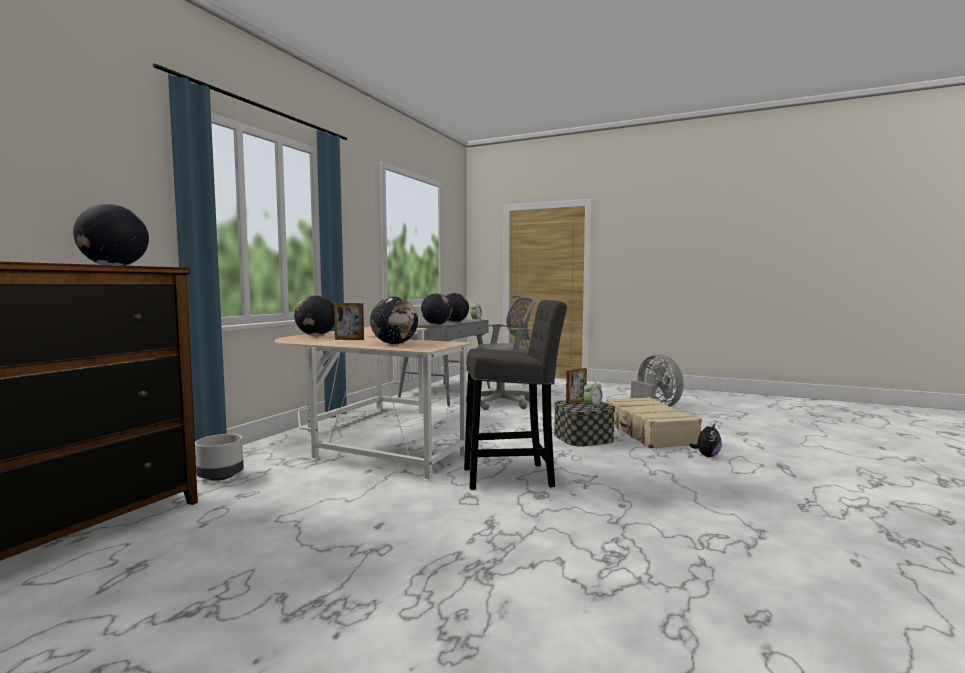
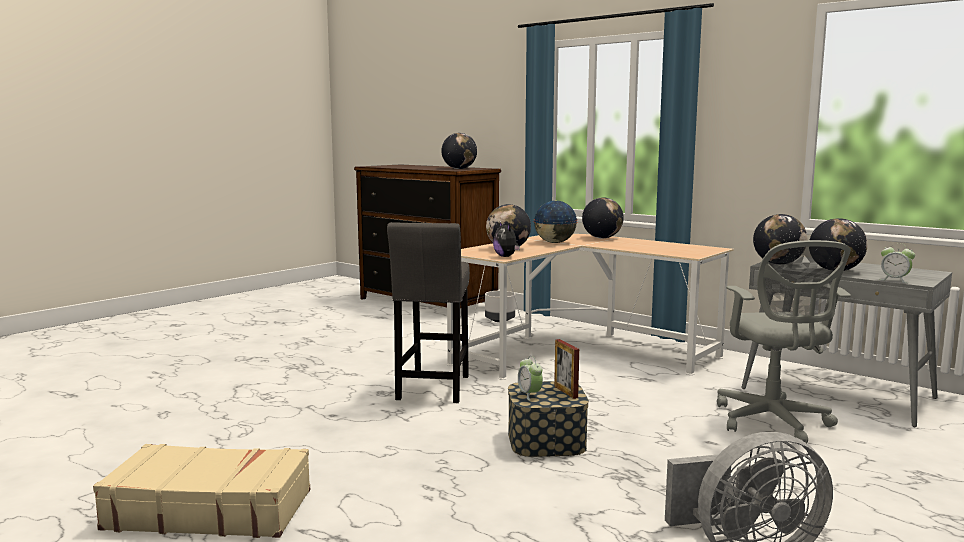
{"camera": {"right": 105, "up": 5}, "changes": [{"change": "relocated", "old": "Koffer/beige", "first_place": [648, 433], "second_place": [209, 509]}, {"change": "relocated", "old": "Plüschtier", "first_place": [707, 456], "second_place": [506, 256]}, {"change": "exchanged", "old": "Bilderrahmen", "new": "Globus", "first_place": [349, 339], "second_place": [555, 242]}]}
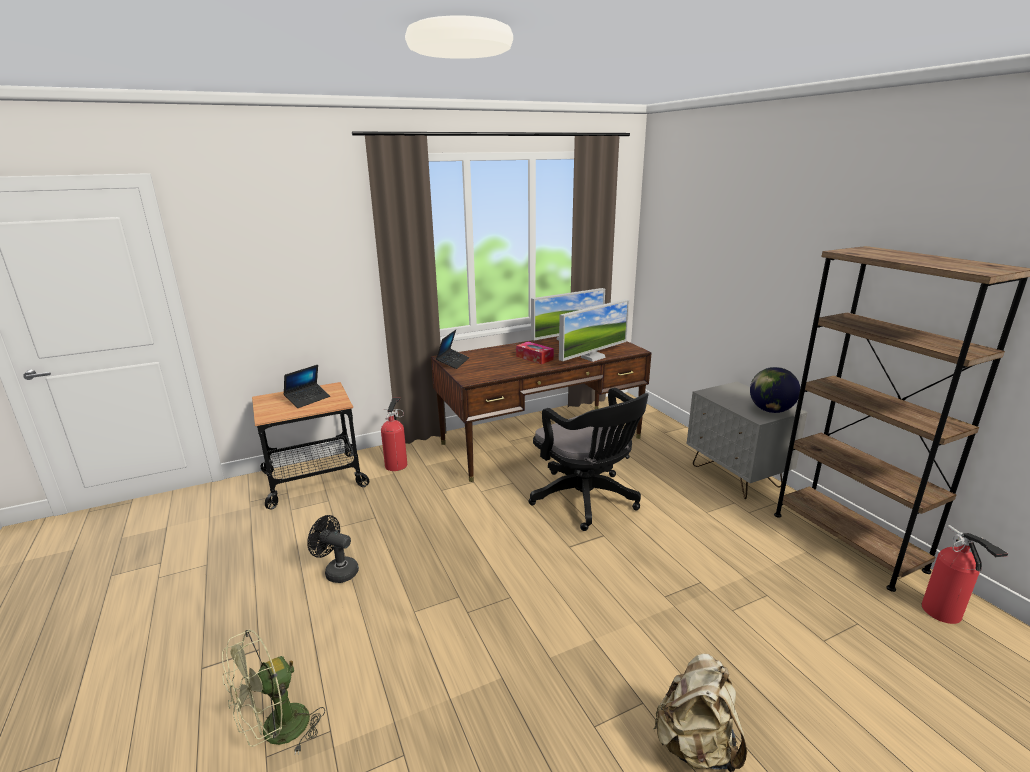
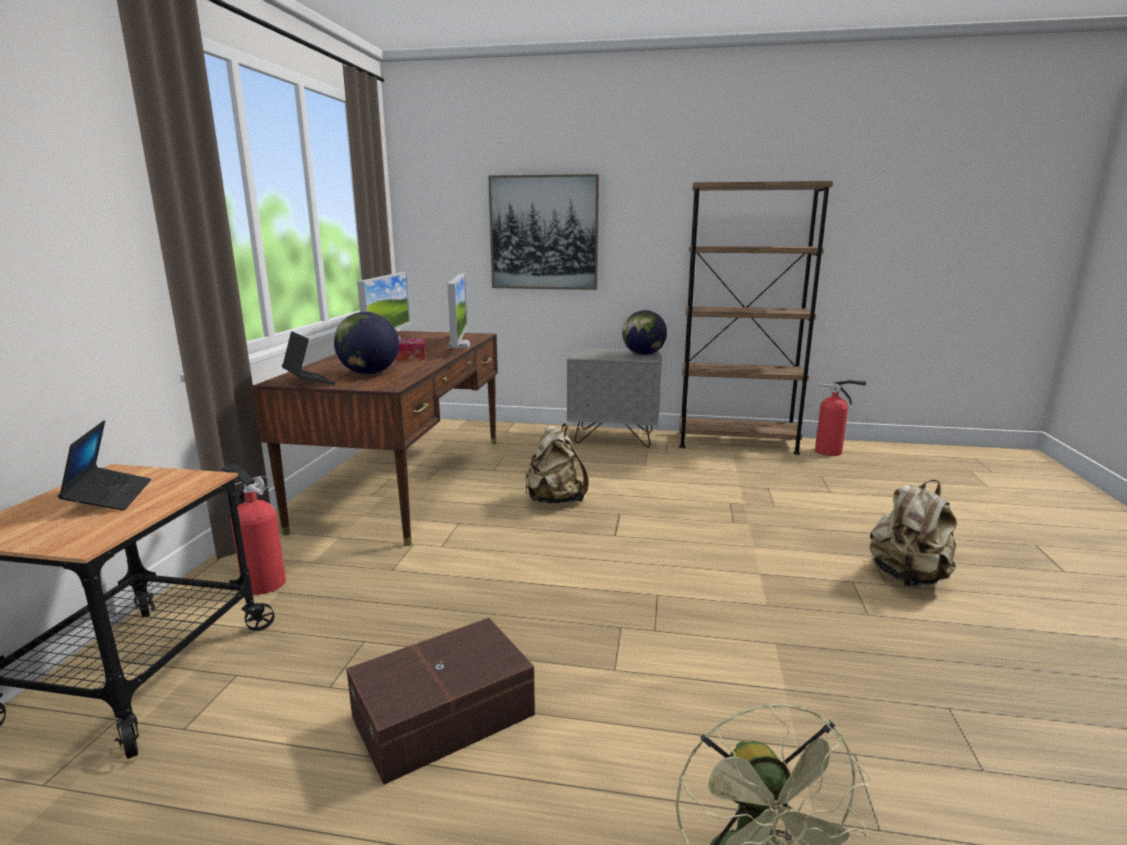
{"camera": {"right": -55, "up": -5}, "changes": [{"change": "appeared", "new": "Globus", "second_place": [369, 373]}, {"change": "exchanged", "old": "Ventilator/schwarz", "new": "Aufbewahrungsbox/braun", "first_place": [337, 571], "second_place": [446, 717]}, {"change": "appeared", "new": "Bild", "second_place": [544, 233]}, {"change": "exchanged", "old": "Bürostuhl/schwarz", "new": "Rucksack/beige", "first_place": [587, 500], "second_place": [555, 500]}]}
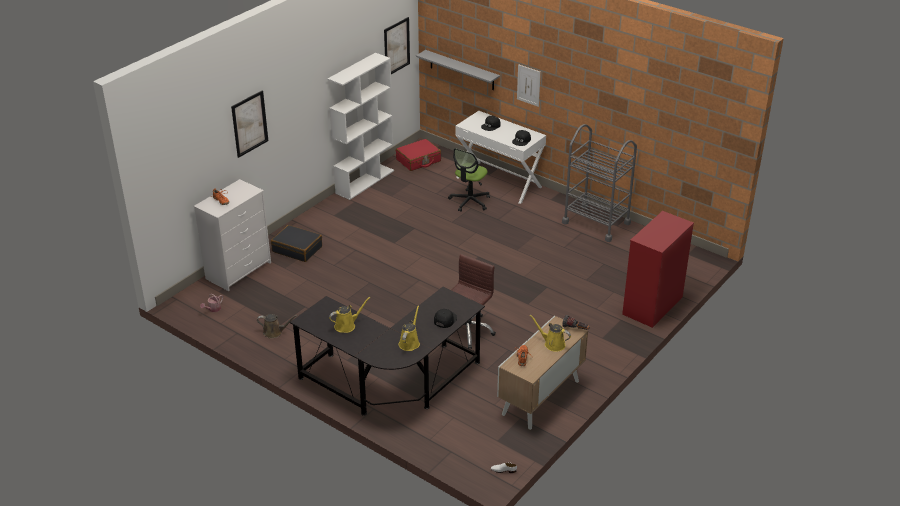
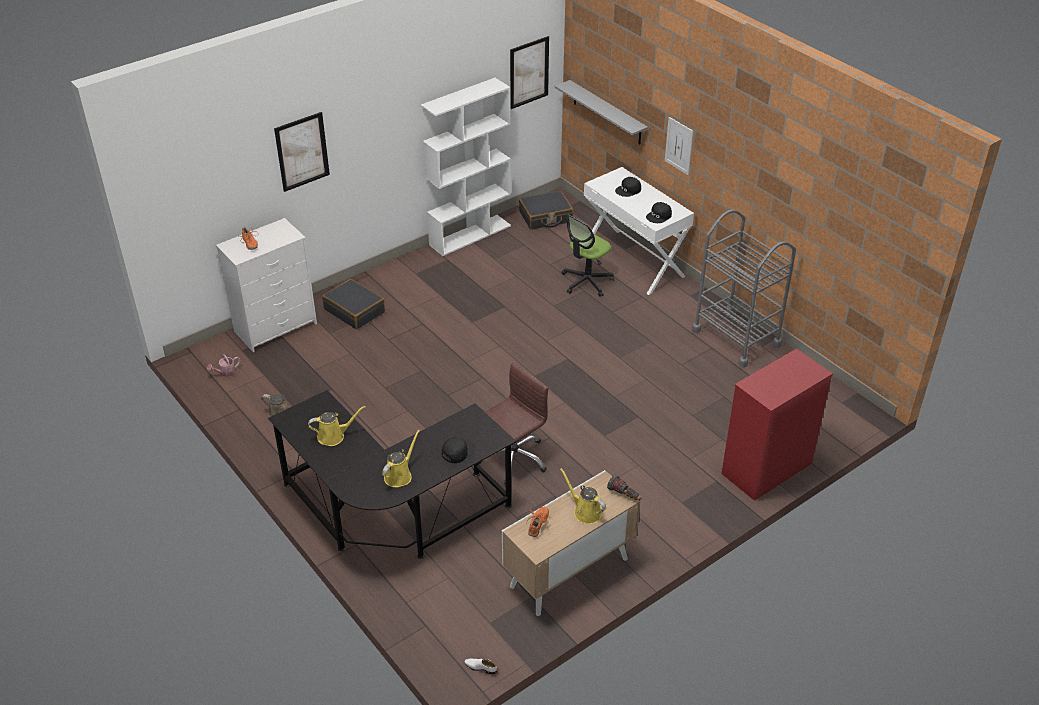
{"camera": {"right": 15, "up": 5}, "changes": [{"change": "colour", "old": "Koffer/rot", "new": "Koffer/schwarz", "first_place": [418, 160], "second_place": [545, 217]}]}
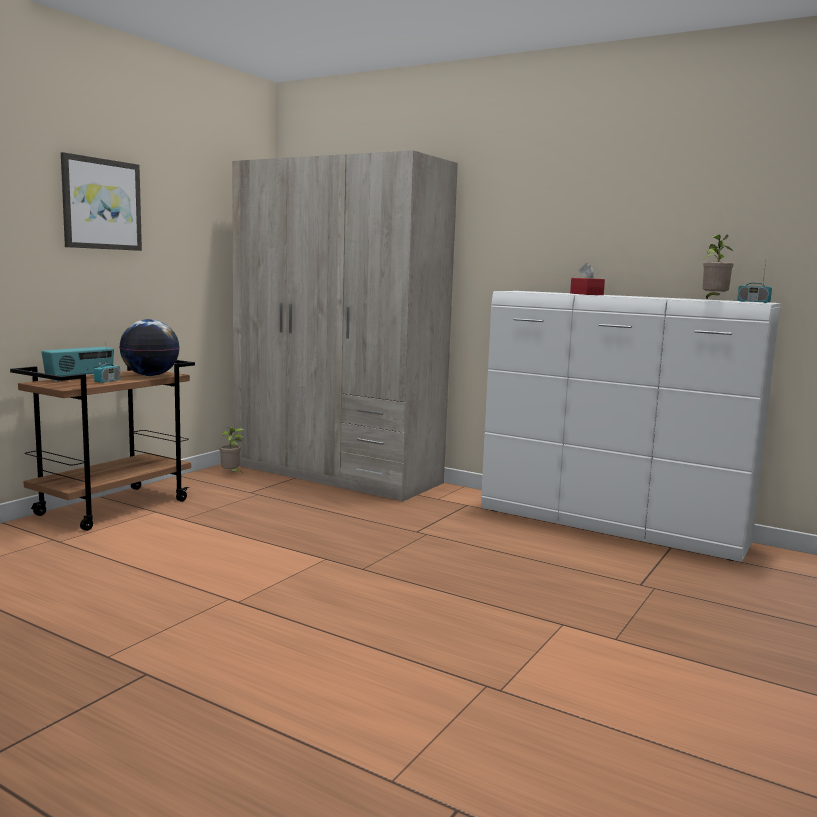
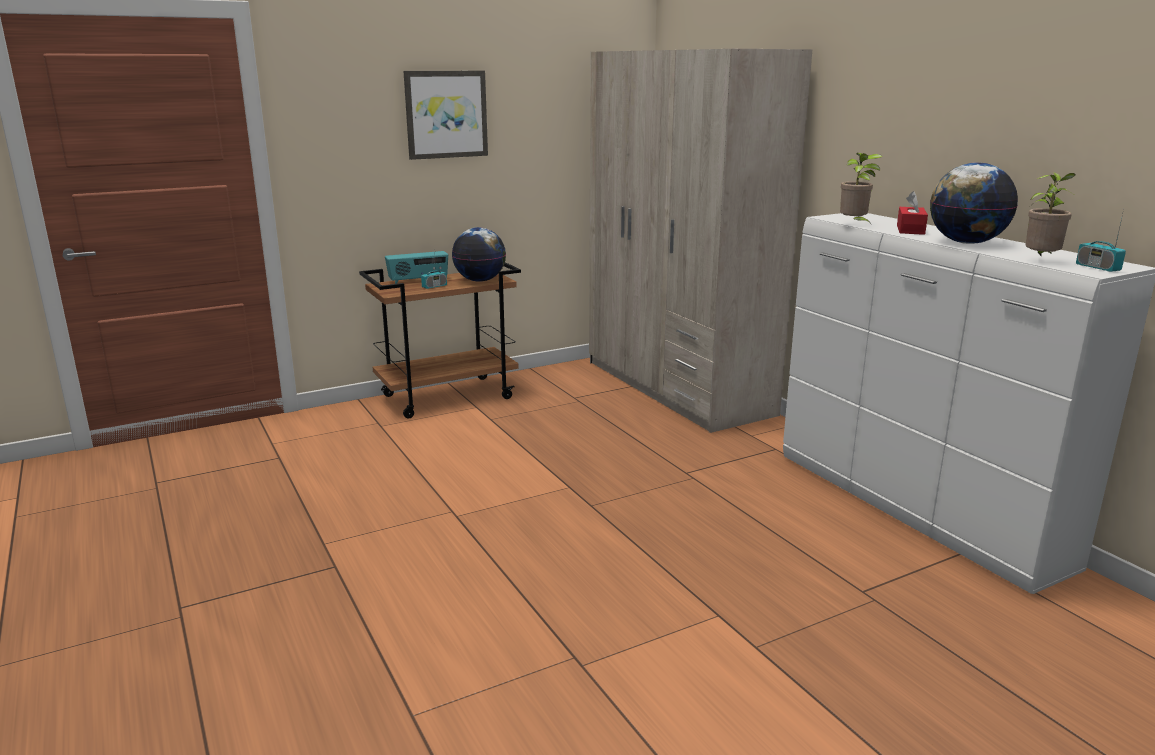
{"camera": {"right": 30, "up": 10}, "changes": [{"change": "relocated", "old": "Topfpflanze", "first_place": [231, 474], "second_place": [854, 225]}, {"change": "appeared", "new": "Globus", "second_place": [966, 243]}]}
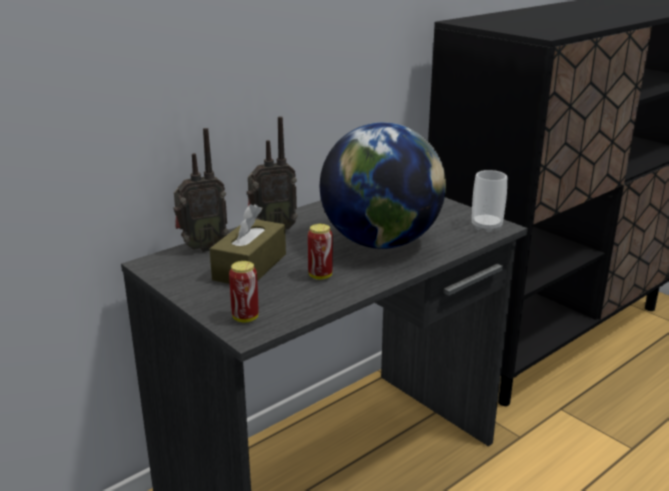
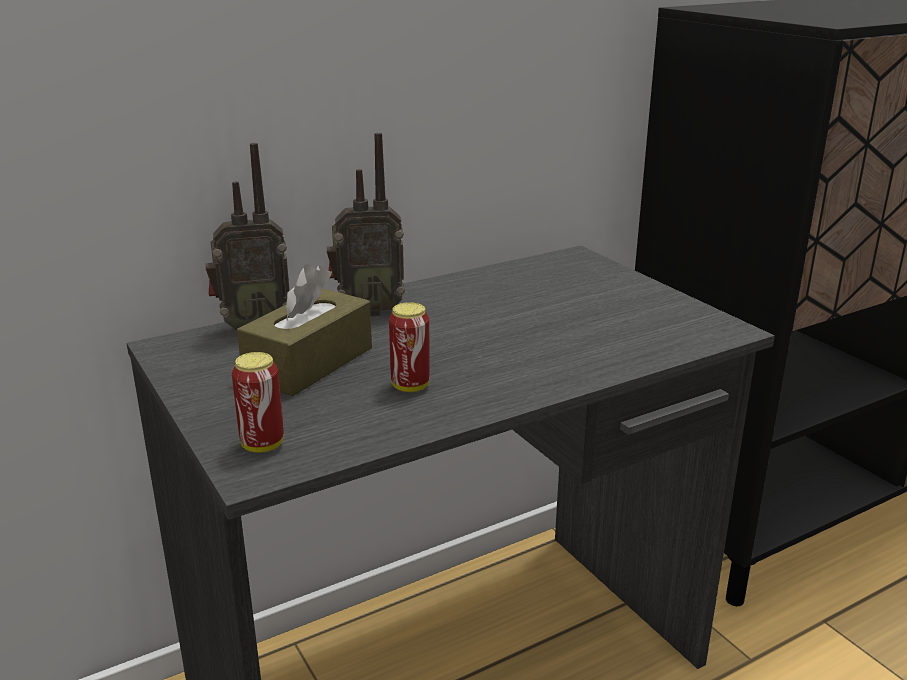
{"camera": {"right": 10, "up": 0}, "changes": [{"change": "missing", "old": "Globus", "first_place": [380, 242]}, {"change": "missing", "old": "Tasse", "first_place": [486, 226]}]}
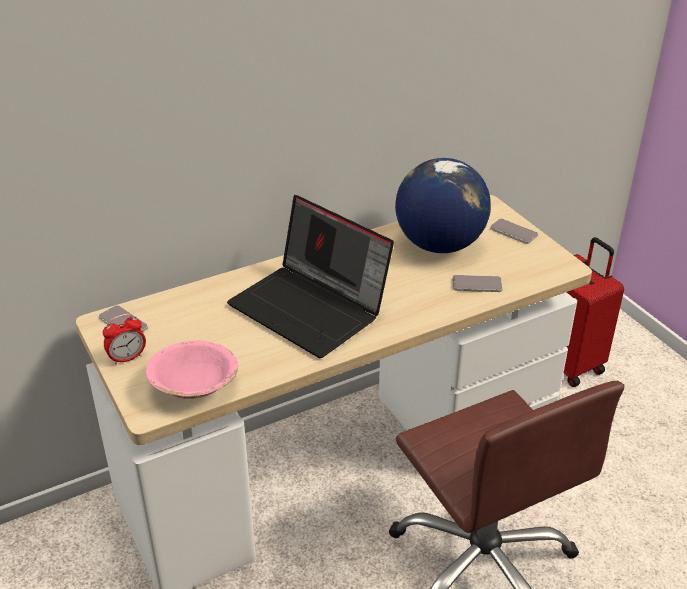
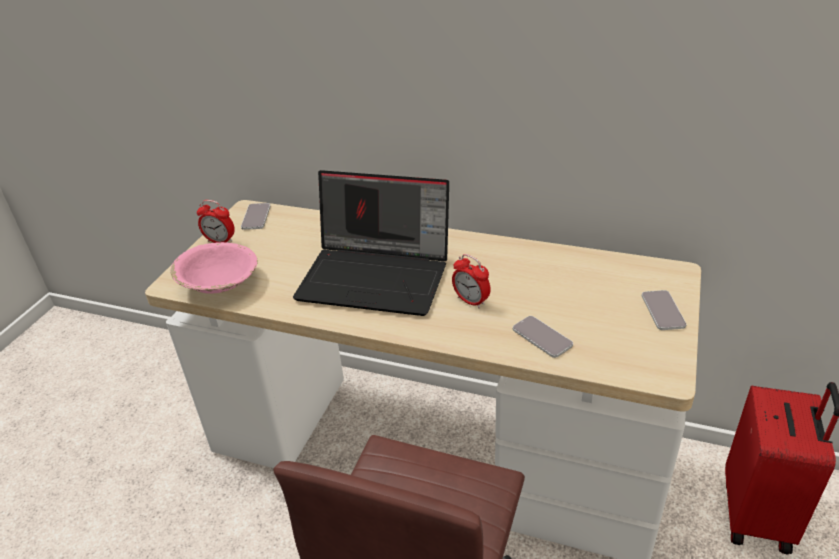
{"camera": {"right": 50, "up": 0}, "changes": [{"change": "spun", "old": "Laptop", "first_place": [311, 308], "second_place": [378, 276], "degrees": -75}, {"change": "appeared", "new": "Wecker", "second_place": [471, 301]}, {"change": "missing", "old": "Globus", "first_place": [439, 245]}]}
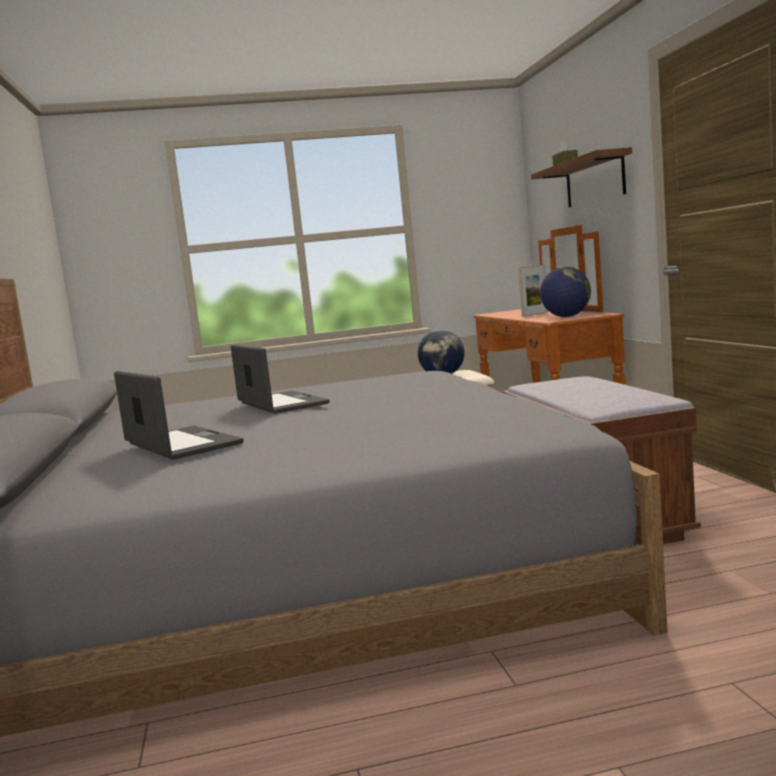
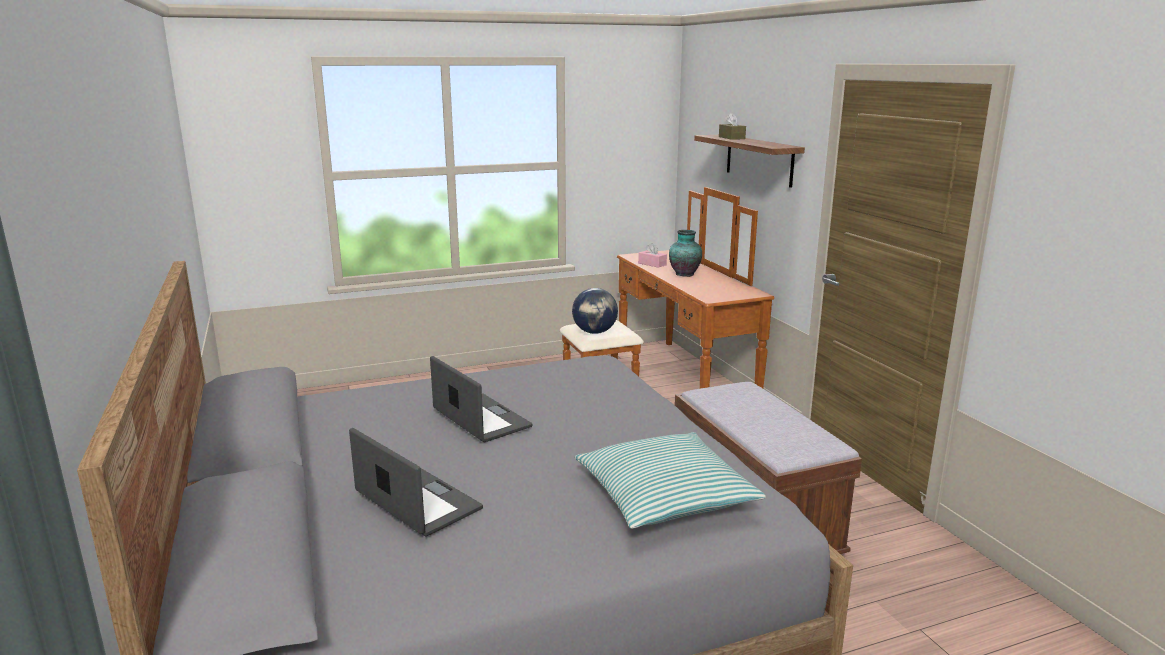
{"camera": {"right": -10, "up": 10}, "changes": [{"change": "appeared", "new": "Kissen", "second_place": [665, 495]}, {"change": "appeared", "new": "Taschentuchbox/rosa", "second_place": [652, 264]}, {"change": "exchanged", "old": "Bilderrahmen", "new": "Vase", "first_place": [535, 314], "second_place": [684, 274]}, {"change": "missing", "old": "Globus", "first_place": [566, 316]}]}
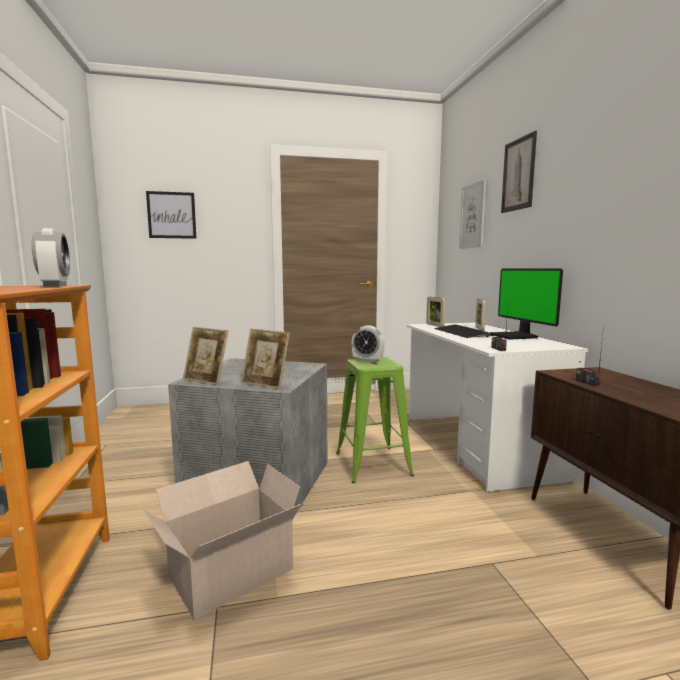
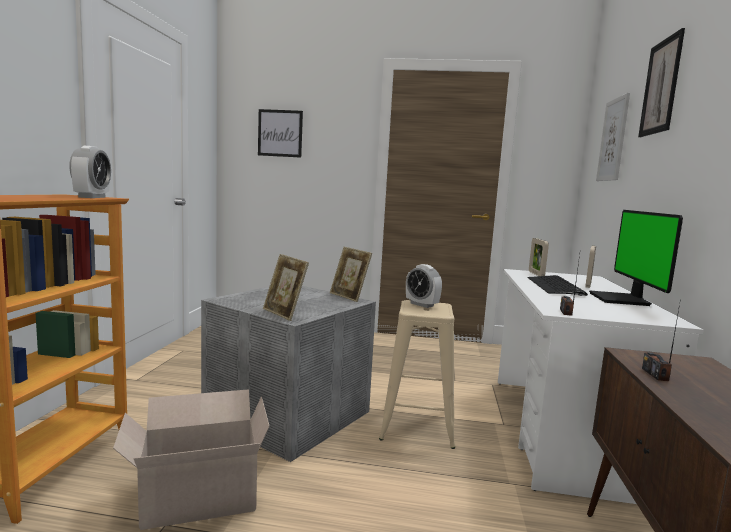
{"camera": {"right": 20, "up": 0}, "changes": [{"change": "relocated", "old": "Bilderrahmen", "first_place": [206, 380], "second_place": [349, 296]}, {"change": "colour", "old": "Hocker/grün", "new": "Hocker/beige", "first_place": [372, 464], "second_place": [417, 424]}]}
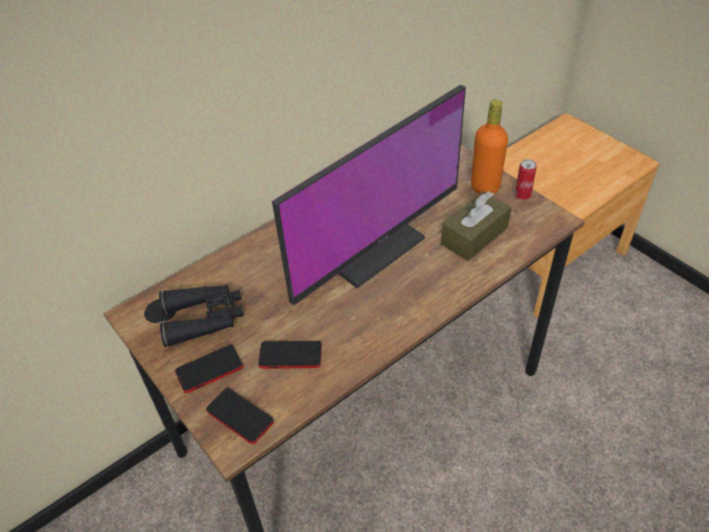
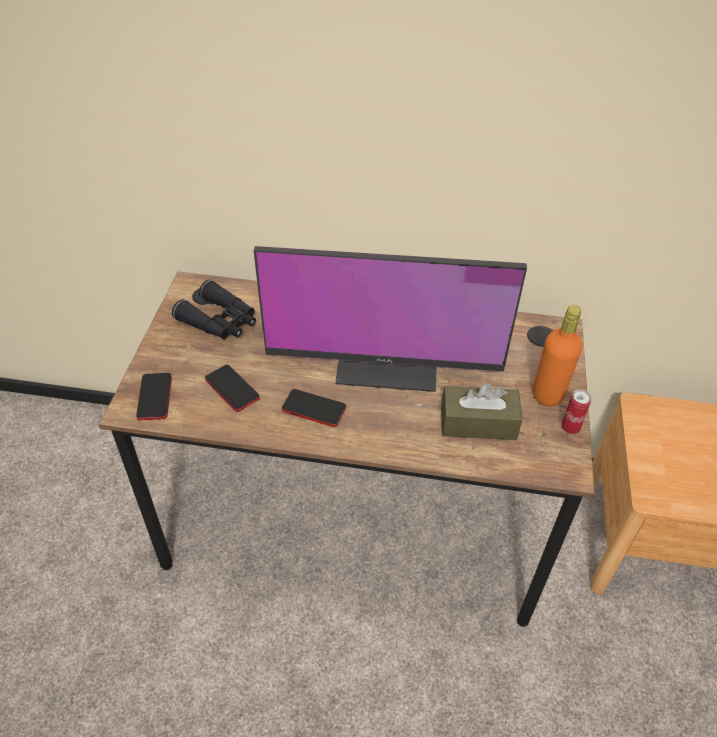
{"camera": {"right": 45, "up": 0}, "changes": [{"change": "relocated", "old": "Handy", "first_place": [209, 369], "second_place": [314, 409]}]}
